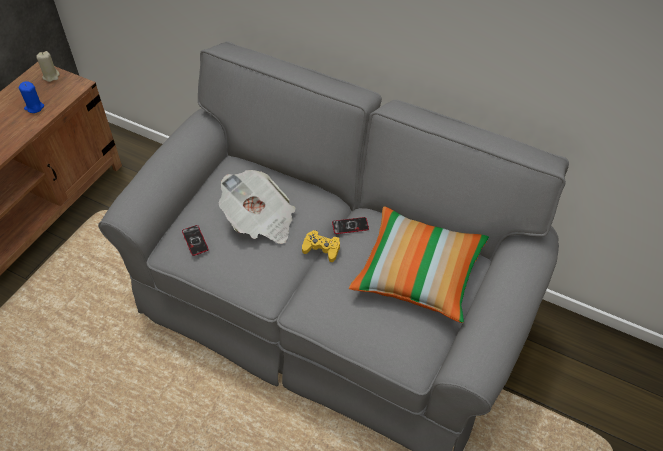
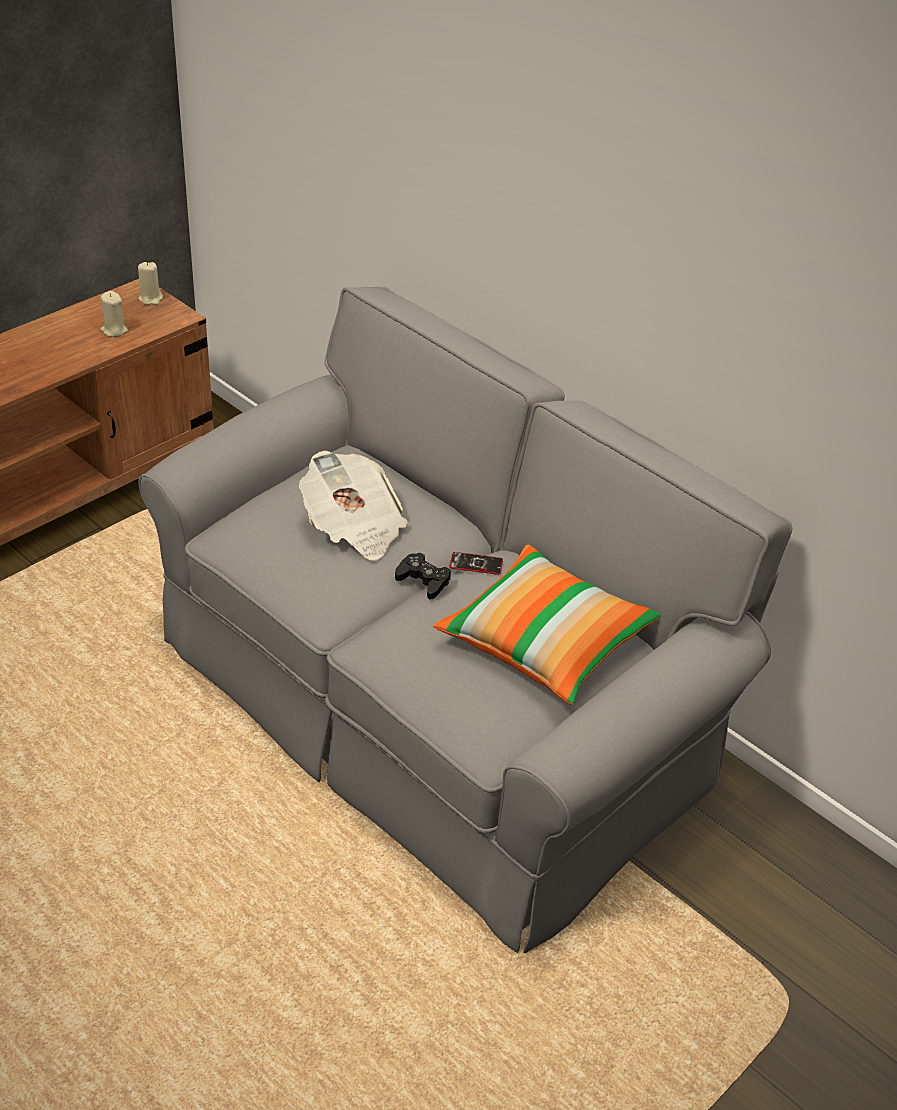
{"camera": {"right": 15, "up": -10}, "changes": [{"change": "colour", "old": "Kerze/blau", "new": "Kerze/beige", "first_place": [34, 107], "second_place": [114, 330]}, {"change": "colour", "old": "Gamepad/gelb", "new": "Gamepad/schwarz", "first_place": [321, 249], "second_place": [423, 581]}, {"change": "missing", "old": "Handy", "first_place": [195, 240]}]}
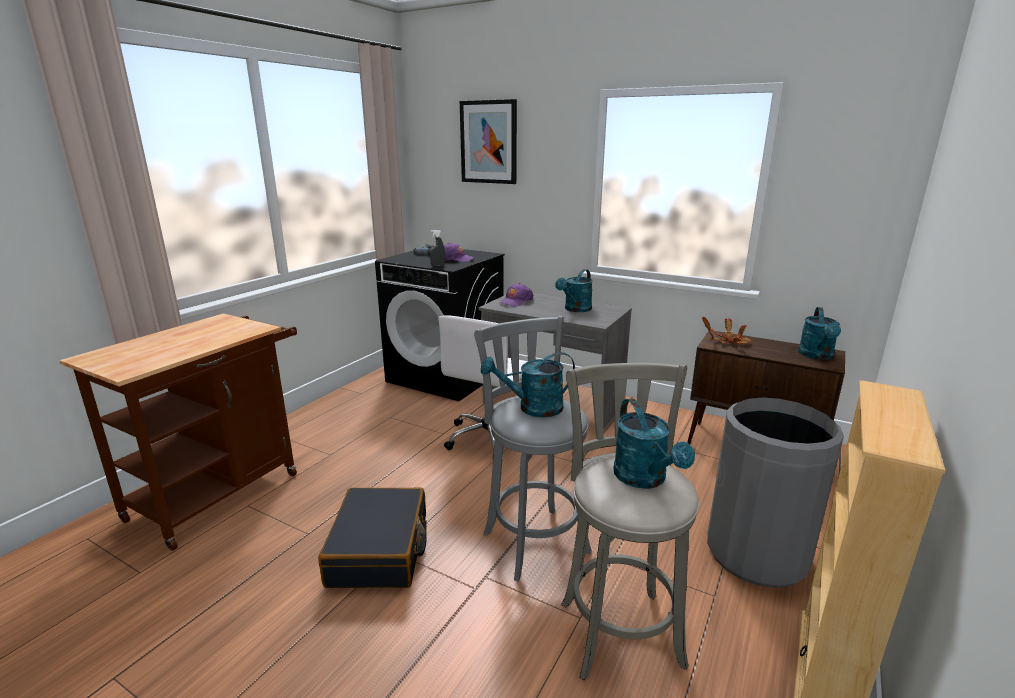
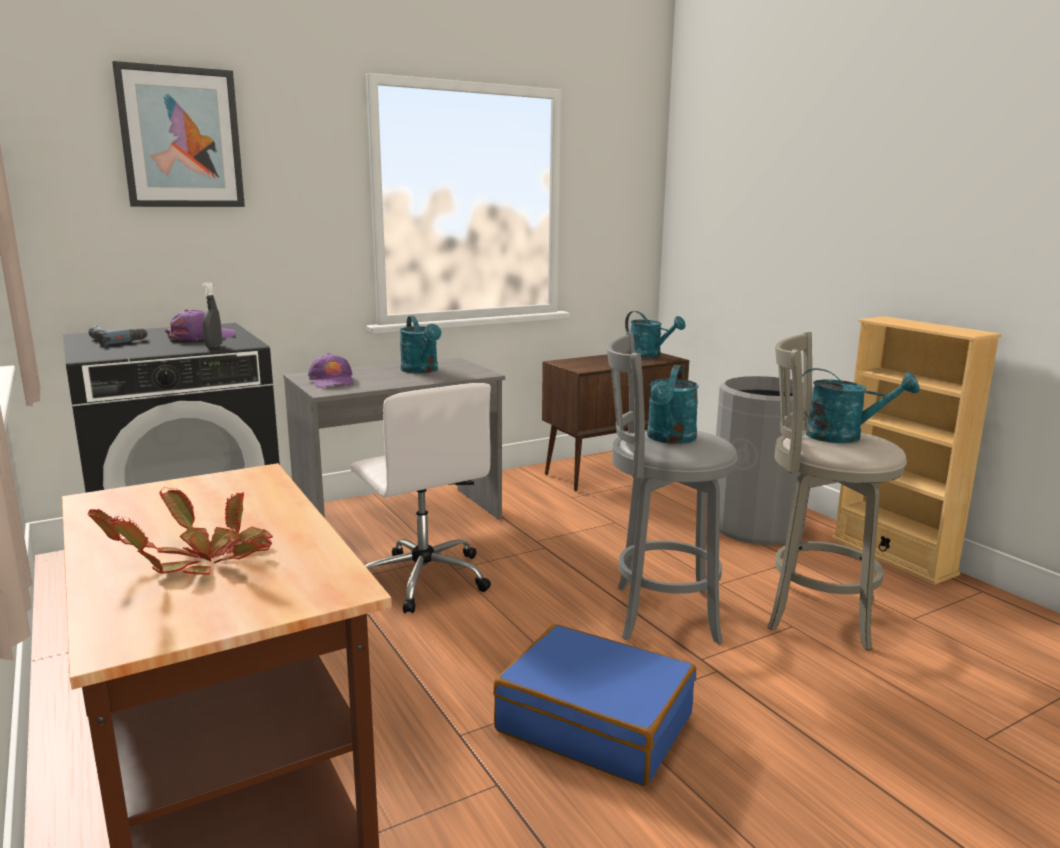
{"camera": {"right": -60, "up": -5}, "changes": [{"change": "relocated", "old": "Topfpflanze", "first_place": [727, 341], "second_place": [202, 561]}, {"change": "colour", "old": "Koffer/schwarz", "new": "Koffer/blau", "first_place": [380, 550], "second_place": [595, 722]}]}
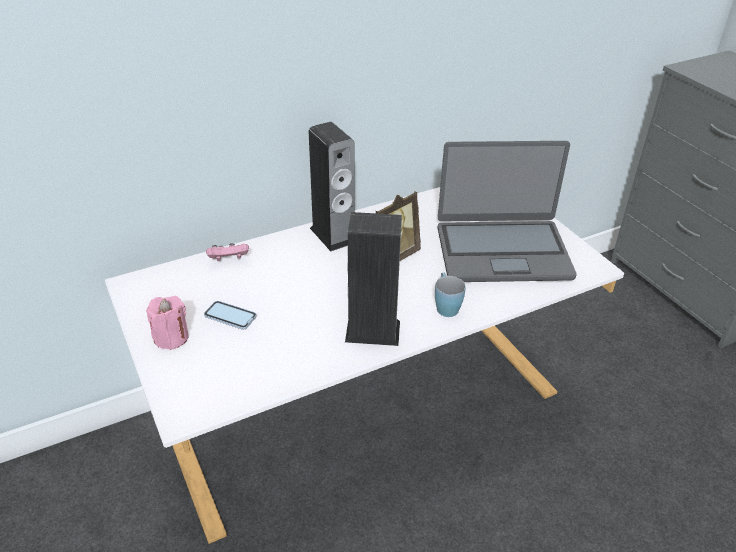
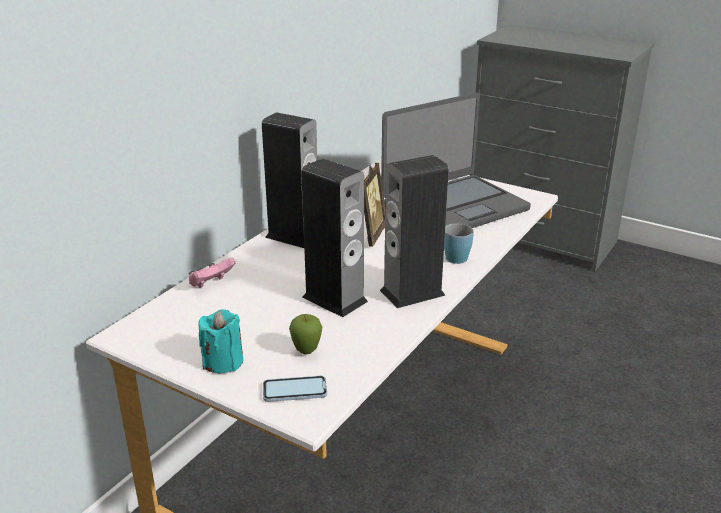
{"camera": {"right": -30, "up": -10}, "changes": [{"change": "colour", "old": "Kerze/rosa", "new": "Kerze/türkis", "first_place": [171, 337], "second_place": [223, 362]}, {"change": "relocated", "old": "Handy", "first_place": [230, 316], "second_place": [295, 390]}, {"change": "appeared", "new": "Apfel", "second_place": [306, 352]}, {"change": "appeared", "new": "Lautsprecher", "second_place": [334, 299]}]}
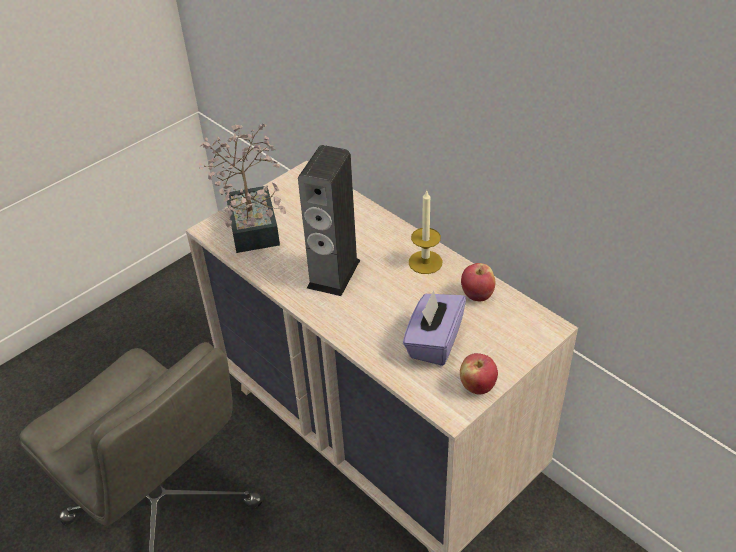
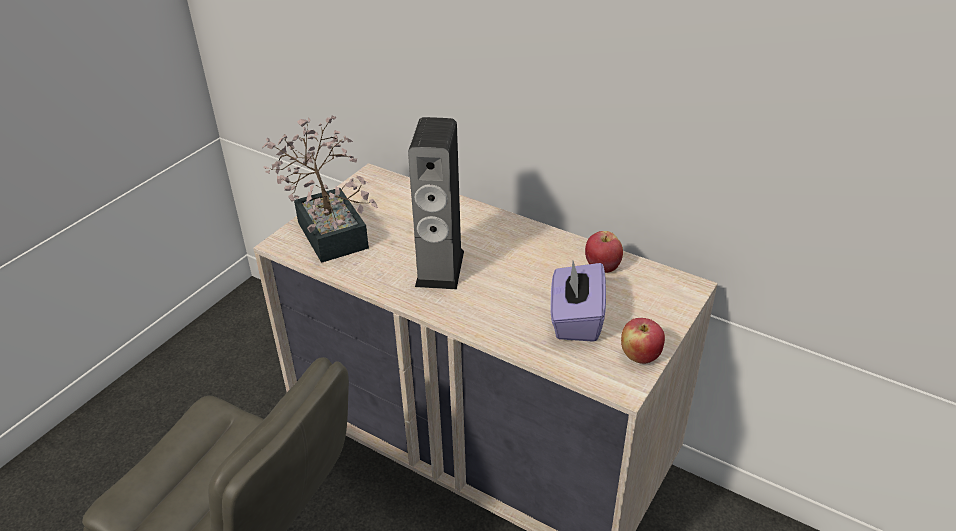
{"camera": {"right": -15, "up": -5}, "changes": [{"change": "missing", "old": "Kerze", "first_place": [425, 262]}]}
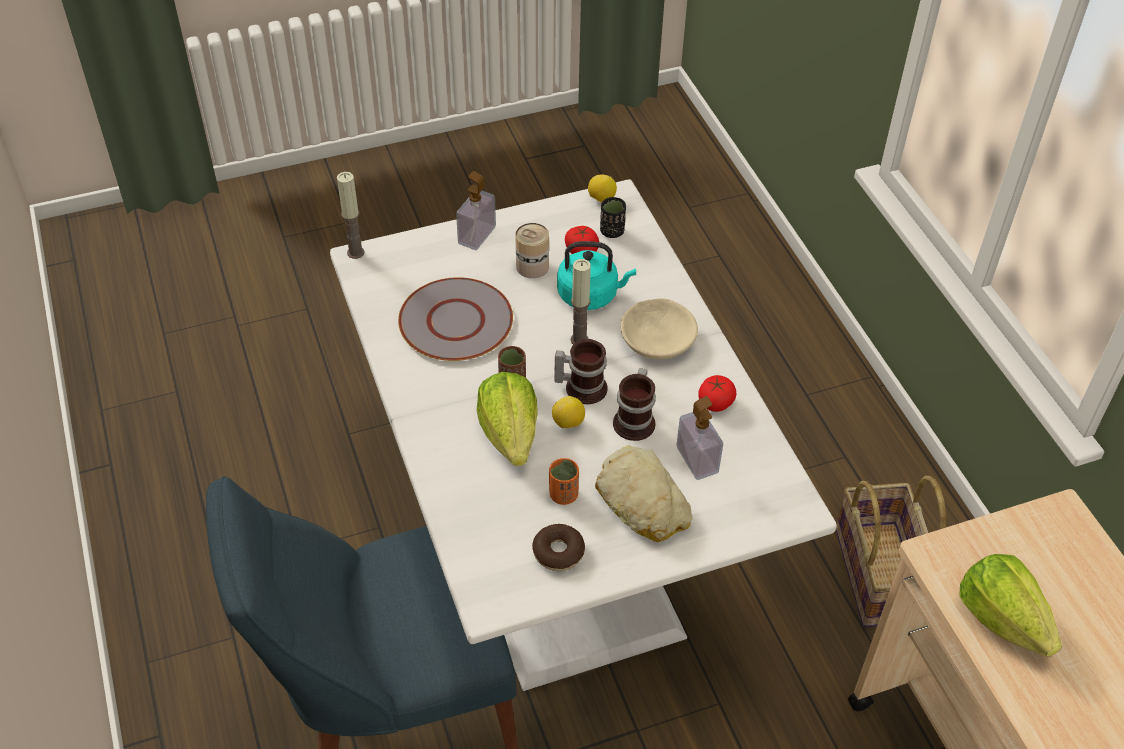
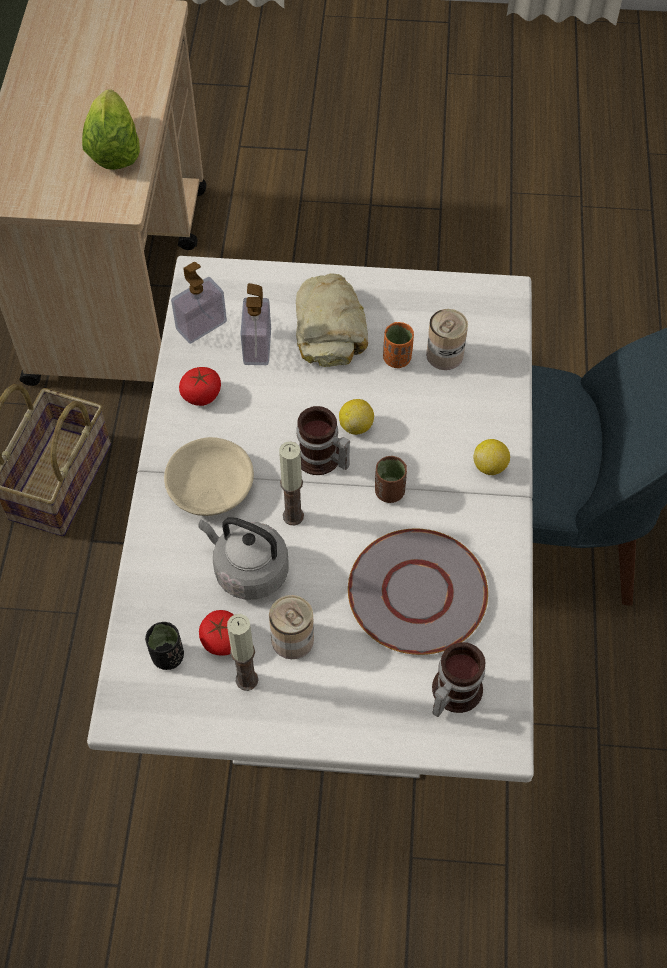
{"camera": {"right": -155, "up": 10}, "changes": [{"change": "relocated", "old": "Seifenspender", "first_place": [477, 235], "second_place": [201, 326]}, {"change": "colour", "old": "Wasserkessel/türkis", "new": "Wasserkessel/grau", "first_place": [591, 295], "second_place": [247, 570]}, {"change": "relocated", "old": "Kerze", "first_place": [355, 252], "second_place": [246, 680]}, {"change": "appeared", "new": "Dose", "second_place": [444, 355]}, {"change": "relocated", "old": "Henkelbecher", "first_place": [637, 421], "second_place": [452, 691]}, {"change": "relocated", "old": "Zitrone", "first_place": [601, 199], "second_place": [490, 466]}, {"change": "missing", "old": "Salatkopf", "first_place": [510, 435]}, {"change": "missing", "old": "Donut", "first_place": [558, 552]}]}
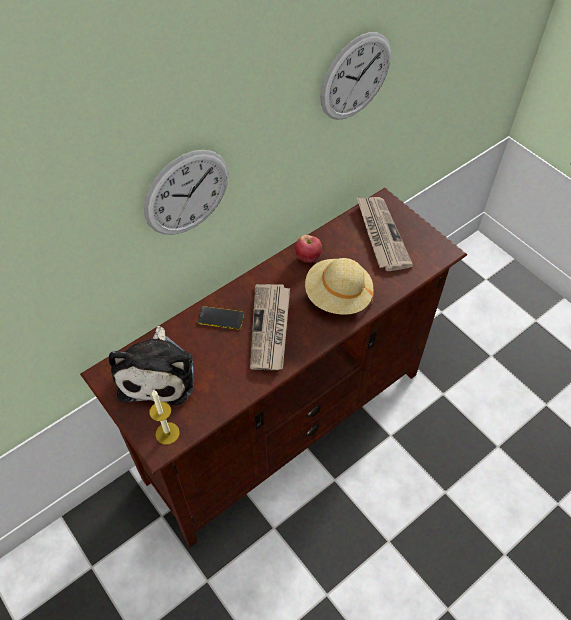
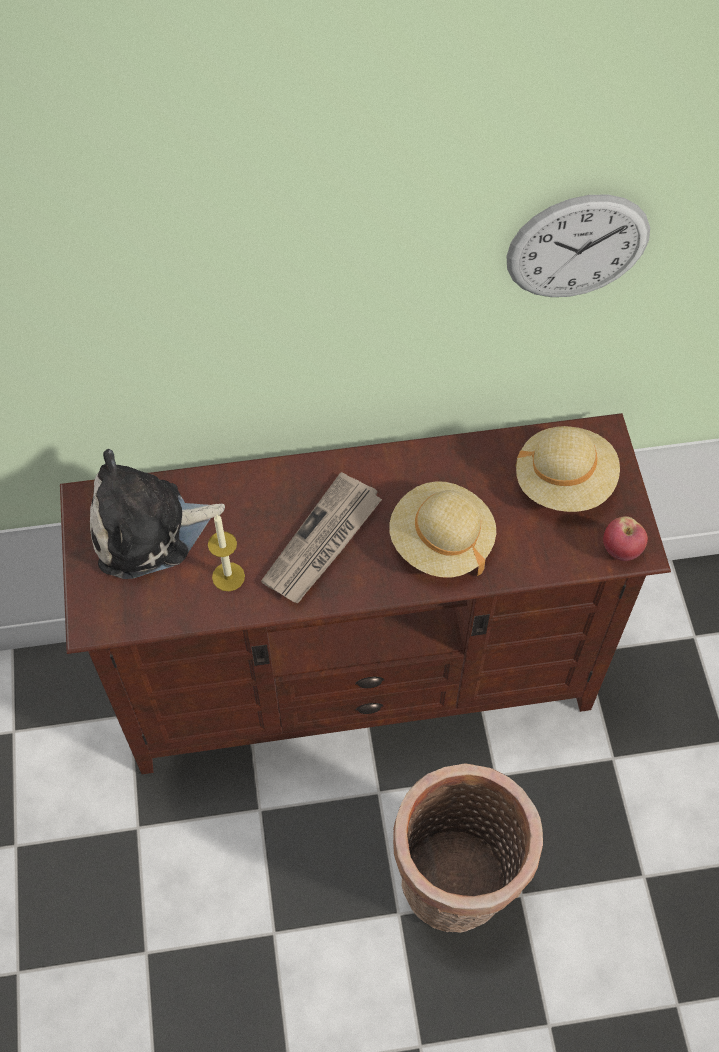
{"camera": {"right": 30, "up": 5}, "changes": [{"change": "spun", "old": "Plüschtier", "first_place": [158, 372], "second_place": [149, 529], "degrees": 45}, {"change": "relocated", "old": "Kerze", "first_place": [167, 433], "second_place": [228, 576]}, {"change": "appeared", "new": "Korb", "second_place": [455, 888]}, {"change": "exchanged", "old": "Zeitung", "new": "Hut/beige", "first_place": [381, 234], "second_place": [564, 482]}, {"change": "relocated", "old": "Apfel", "first_place": [308, 258], "second_place": [621, 550]}, {"change": "missing", "old": "Wanduhr", "first_place": [187, 193]}, {"change": "missing", "old": "Handy", "first_place": [221, 318]}]}
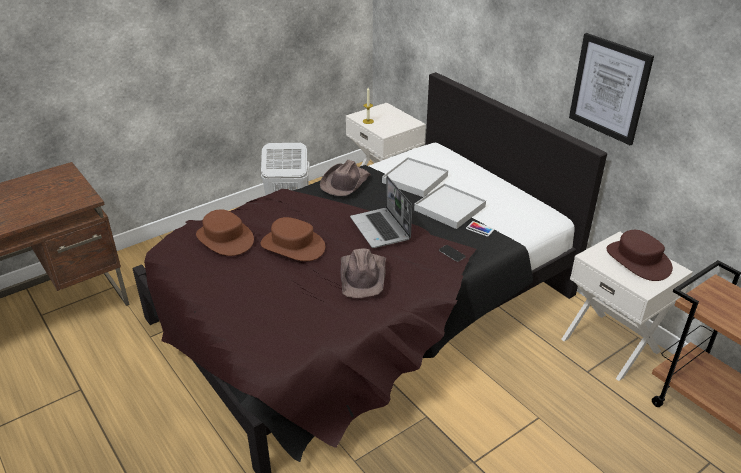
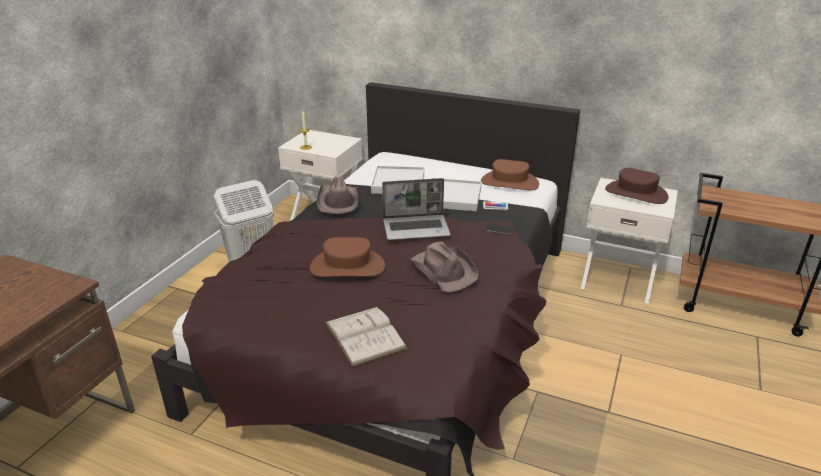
{"camera": {"right": -30, "up": -5}, "changes": [{"change": "appeared", "new": "Buch/weiß", "second_place": [365, 335]}, {"change": "spun", "old": "Laptop", "first_place": [381, 229], "second_place": [416, 228], "degrees": -45}, {"change": "relocated", "old": "Hut/braun", "first_place": [224, 238], "second_place": [509, 183]}, {"change": "missing", "old": "Bild", "first_place": [609, 88]}]}
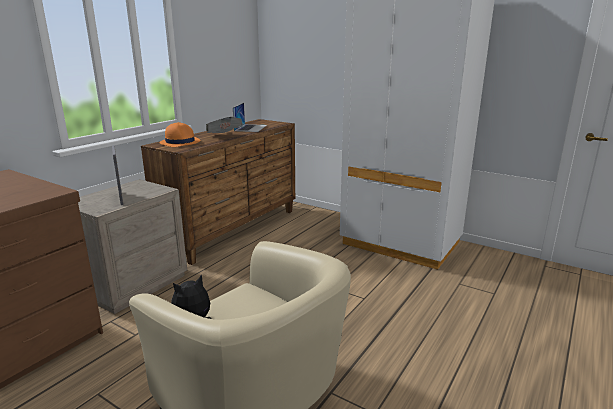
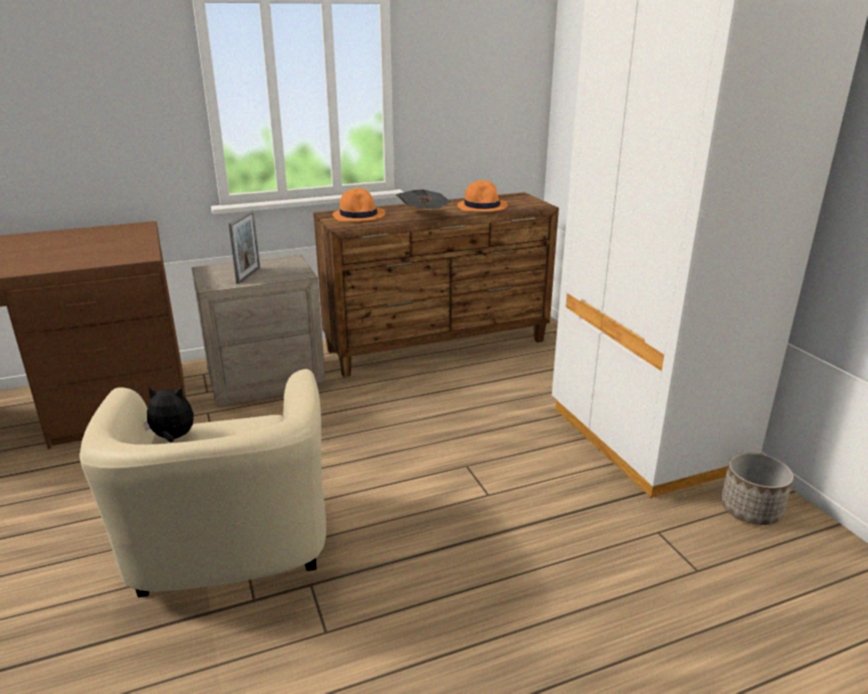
{"camera": {"right": 35, "up": 5}, "changes": [{"change": "exchanged", "old": "Laptop", "new": "Hut/orange", "first_place": [250, 128], "second_place": [482, 206]}, {"change": "appeared", "new": "Pflanzkübel", "second_place": [751, 510]}]}
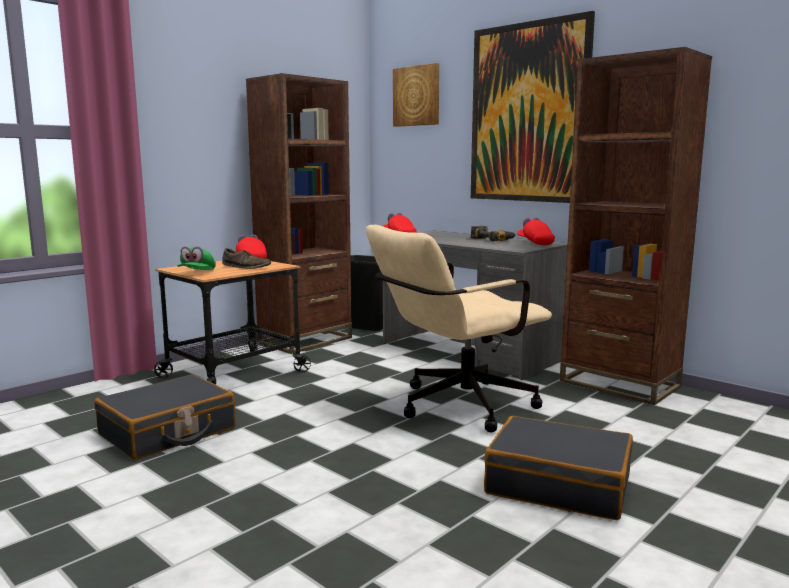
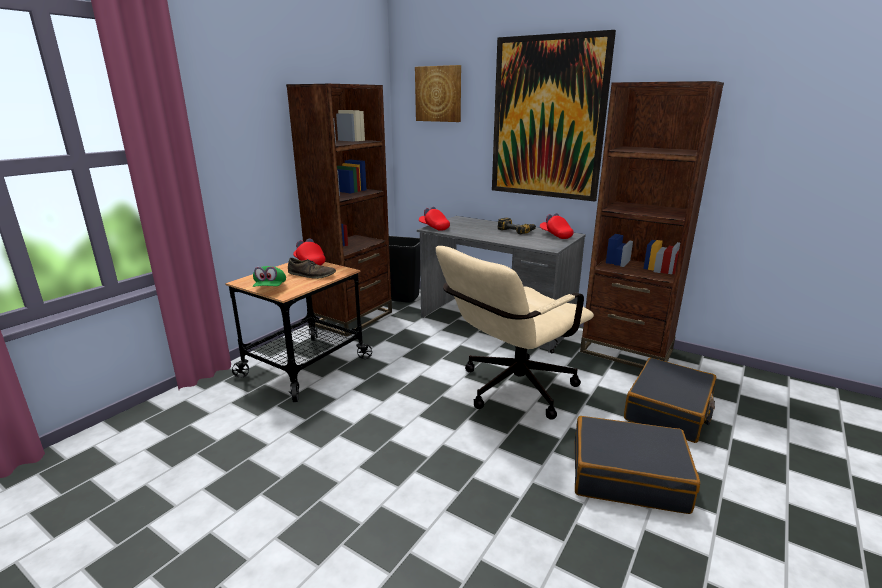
{"camera": {"right": -10, "up": 10}, "changes": [{"change": "relocated", "old": "Koffer/schwarz", "first_place": [168, 432], "second_place": [669, 410]}]}
